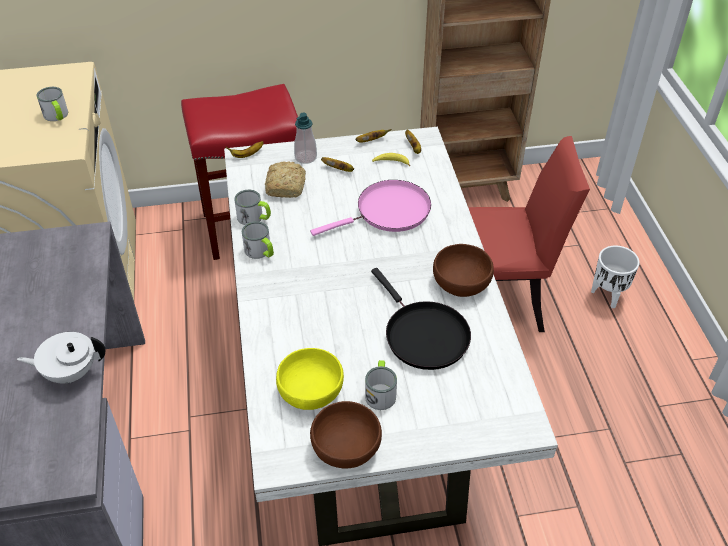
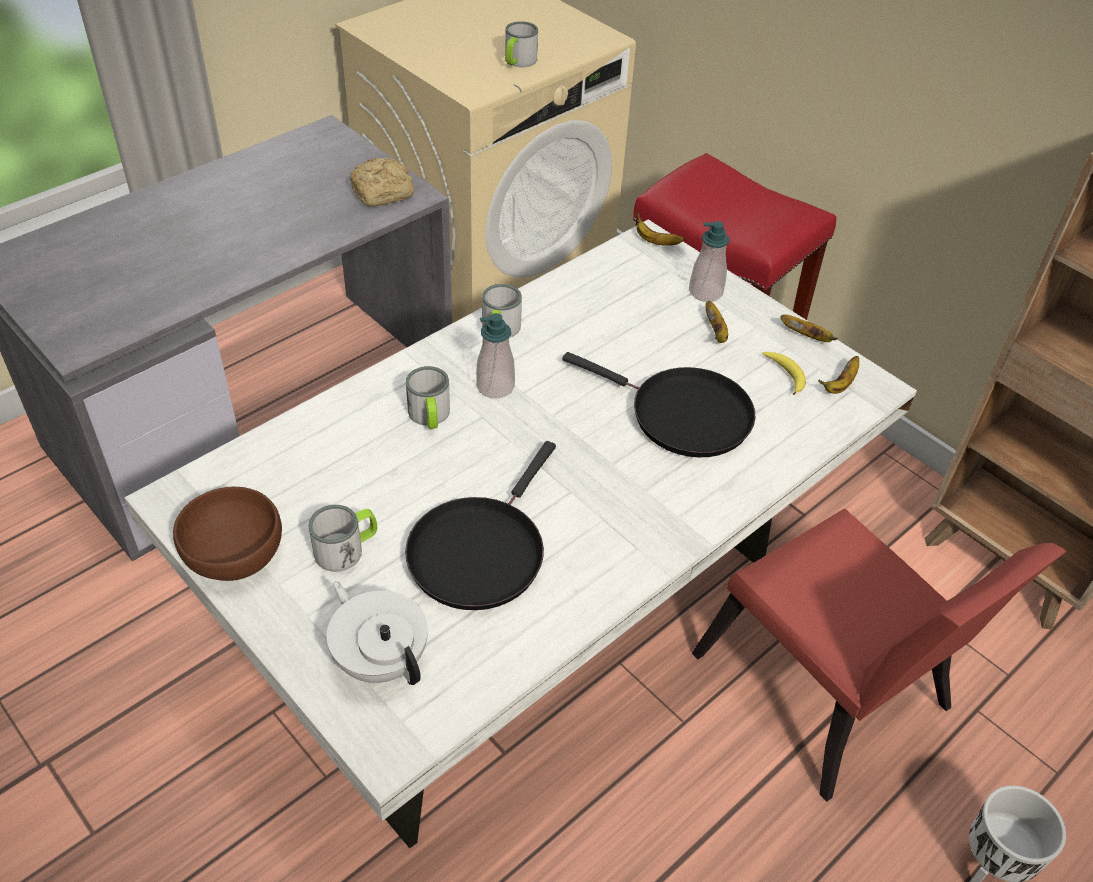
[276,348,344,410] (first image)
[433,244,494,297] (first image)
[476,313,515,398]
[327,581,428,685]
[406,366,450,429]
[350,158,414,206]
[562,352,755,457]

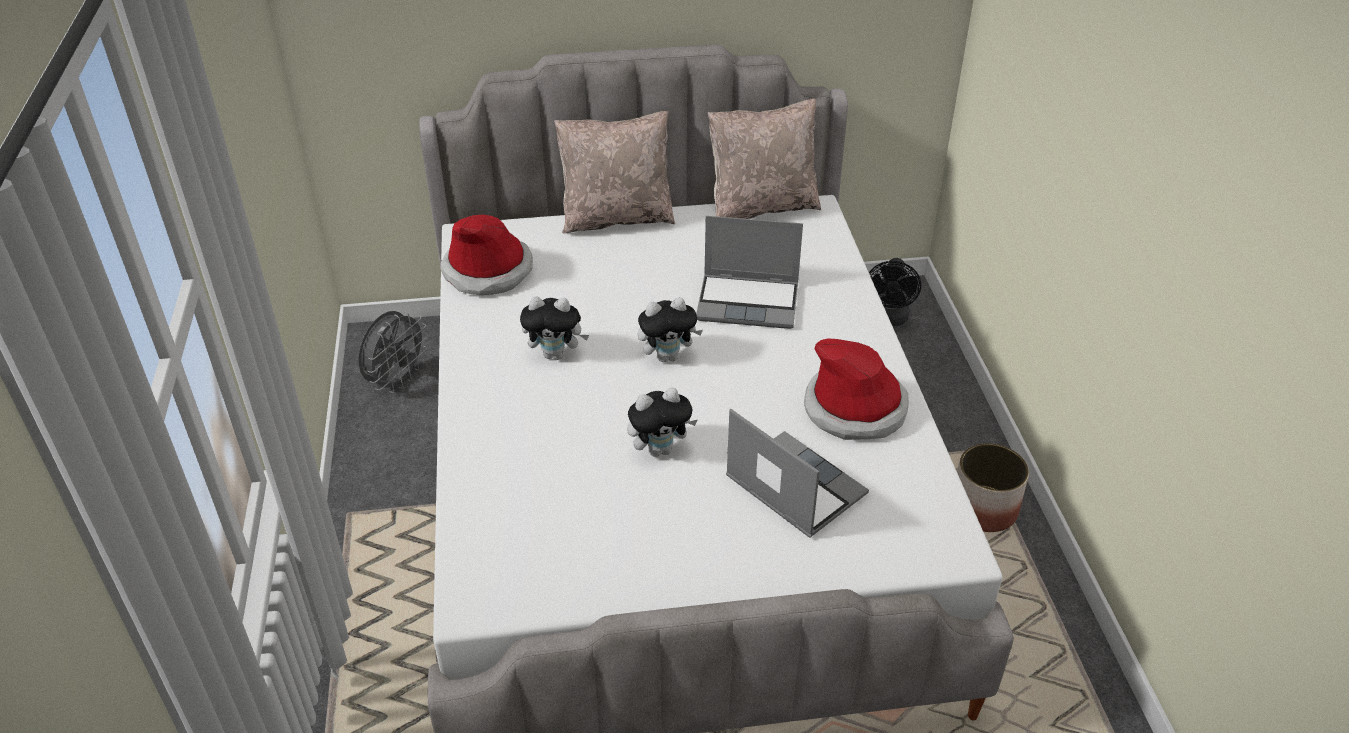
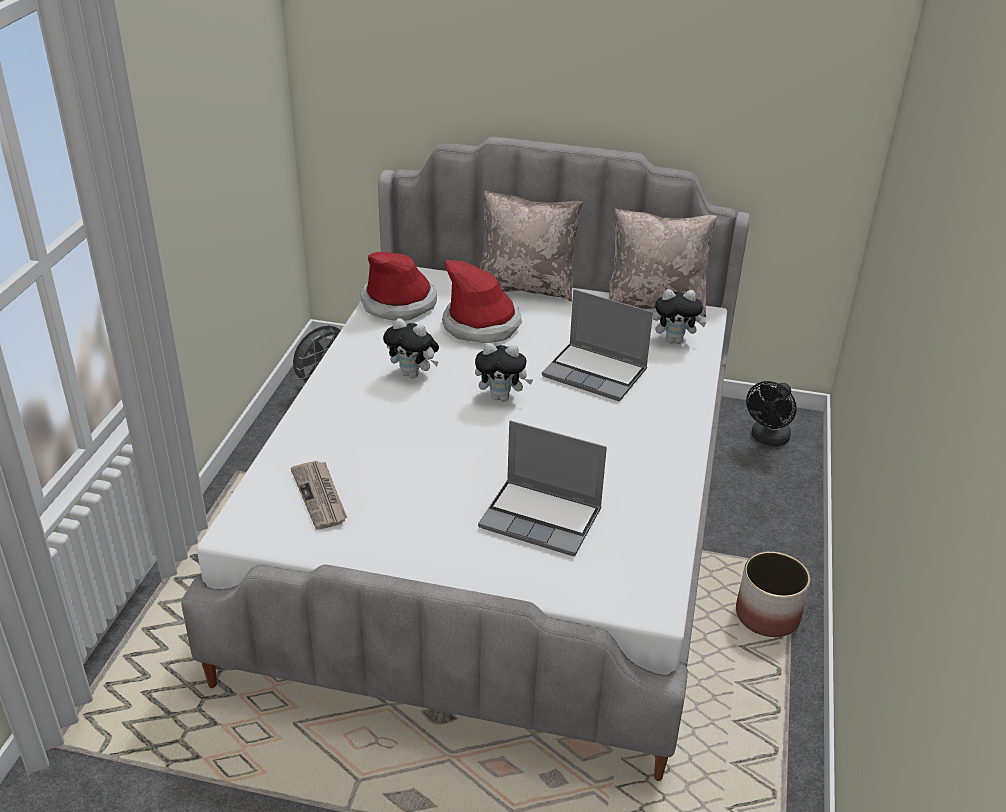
[290,461,347,530]
[653,289,707,344]
[442,260,522,343]
[478,420,607,556]

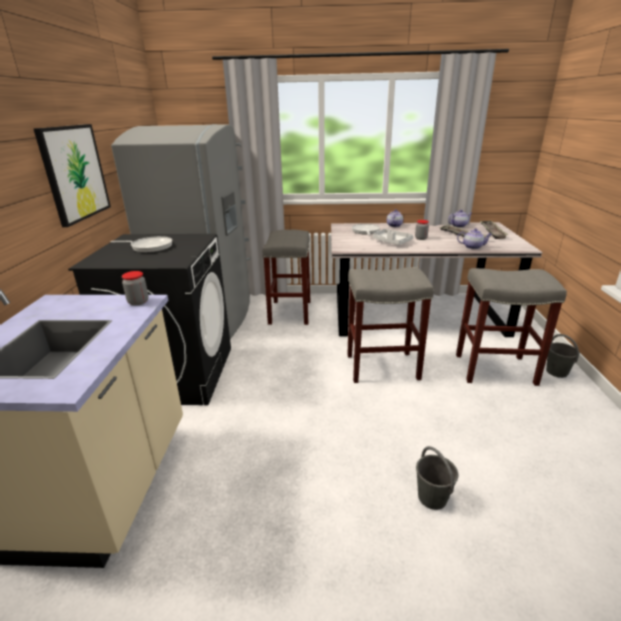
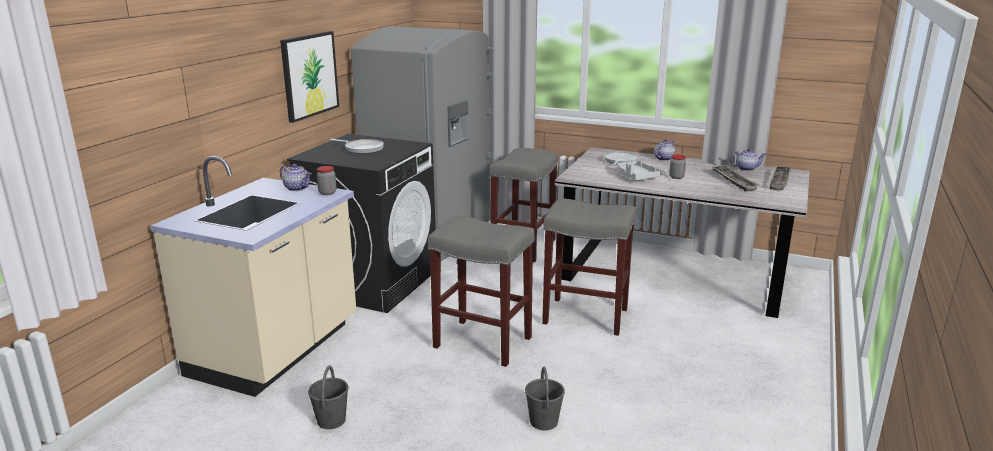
[428,215,535,367]
[280,164,312,191]
[308,366,349,429]

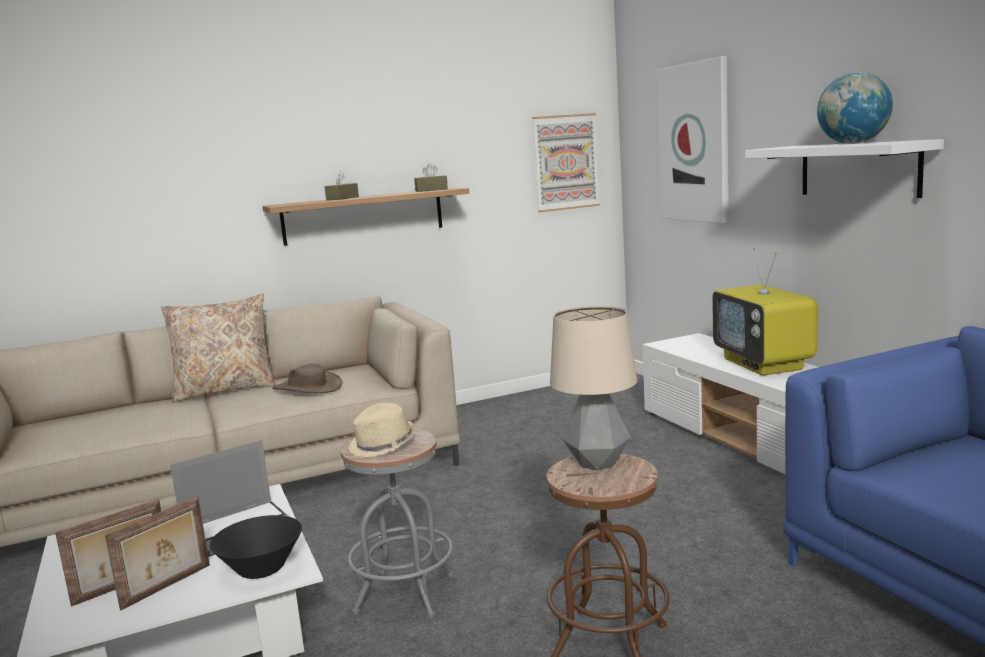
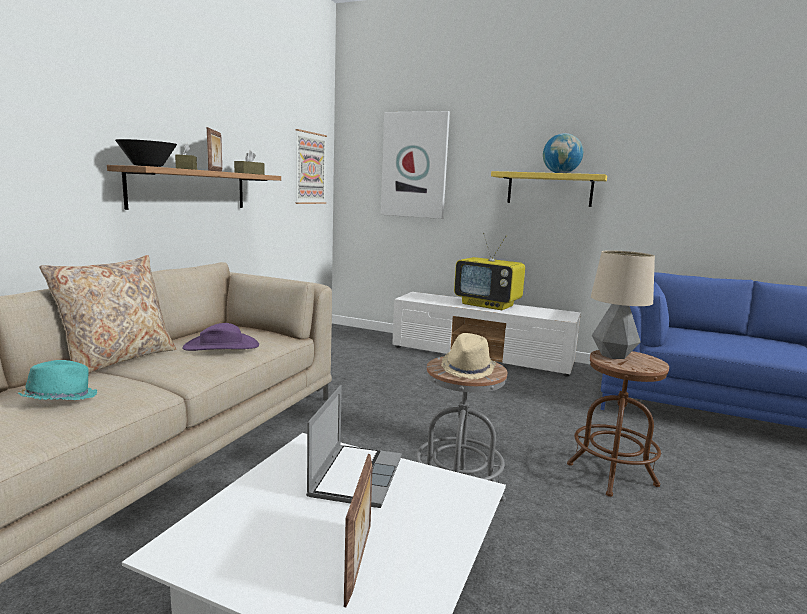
[18,360,97,400]
[207,127,222,172]
[115,139,177,167]
[182,323,259,351]
[491,171,607,207]

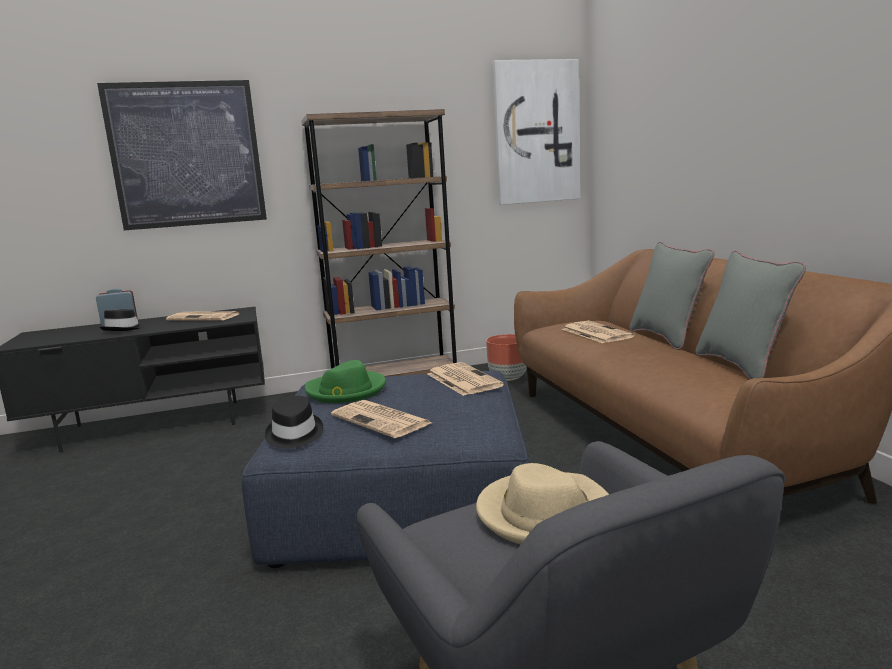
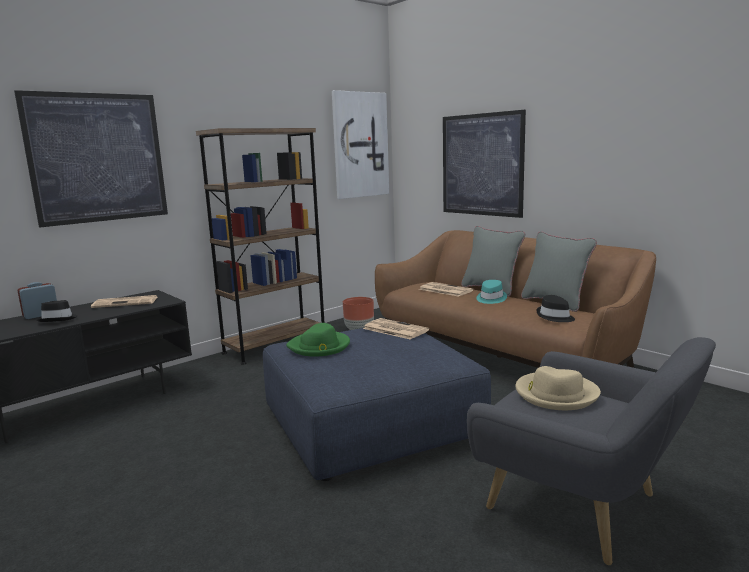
[331,400,432,438] (first image)
[443,110,526,218]
[476,280,507,304]
[536,295,575,322]

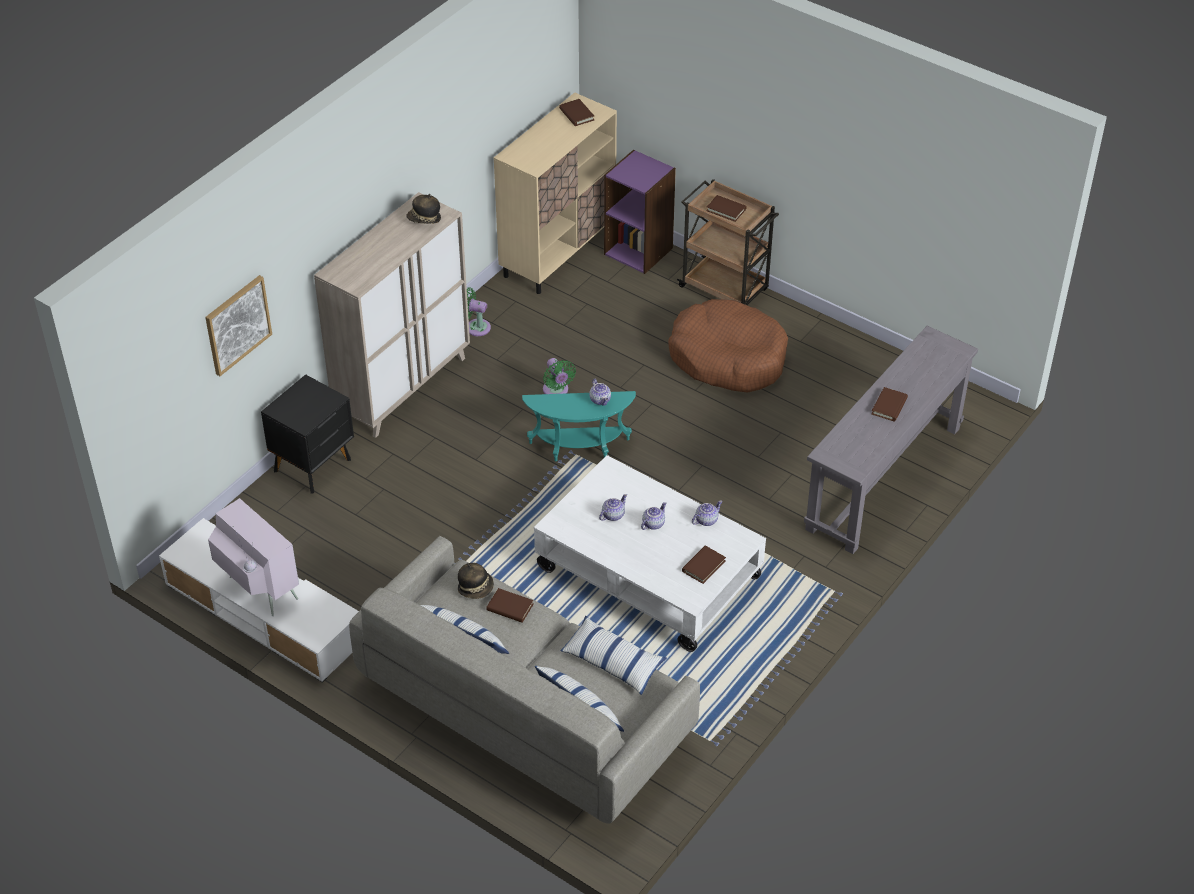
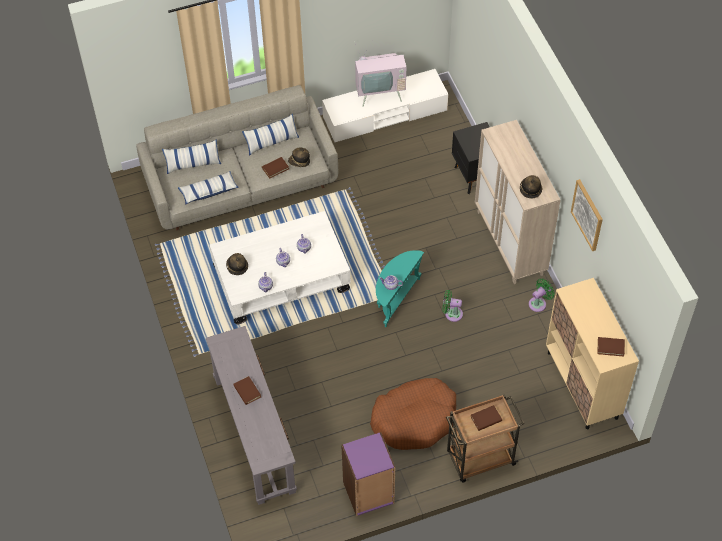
[571,179,603,251]
[341,432,395,516]
[226,253,248,275]

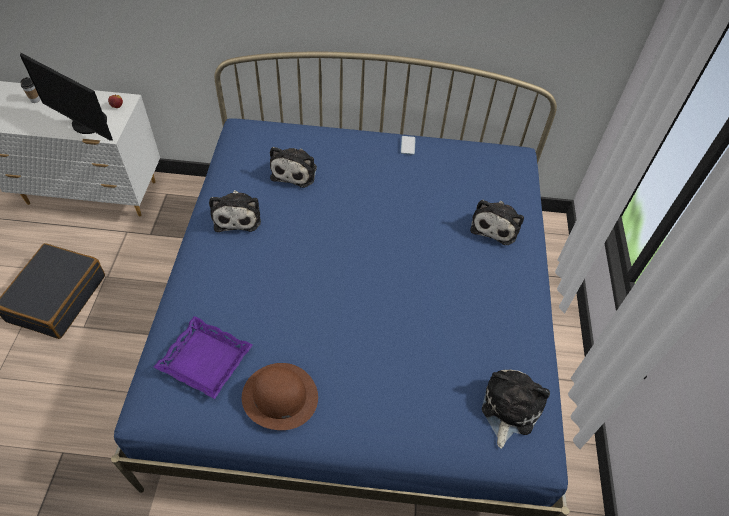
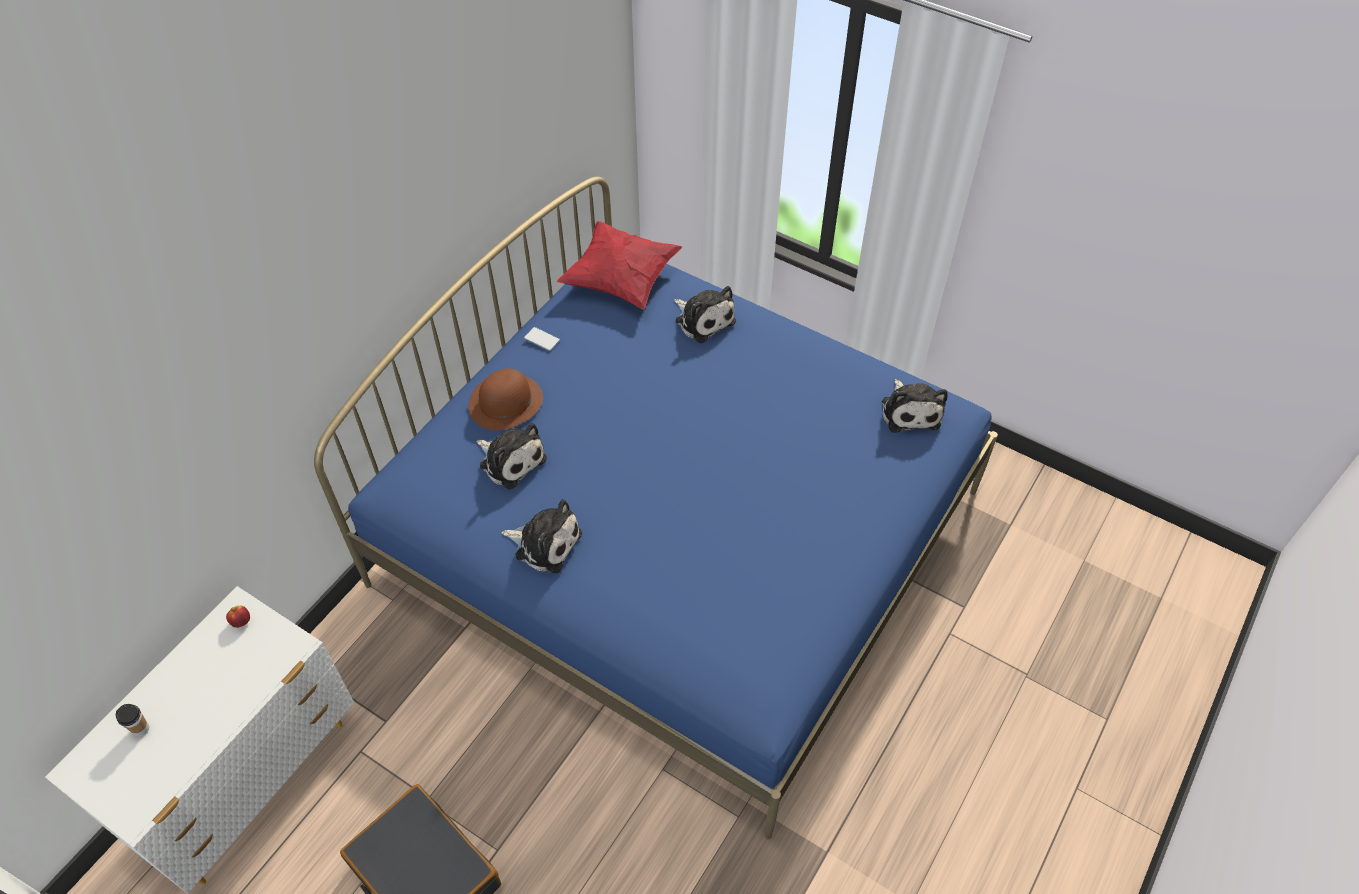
[20,53,113,141] (first image)
[154,316,253,399] (first image)
[557,221,682,309]
[469,369,543,430]
[882,379,948,433]

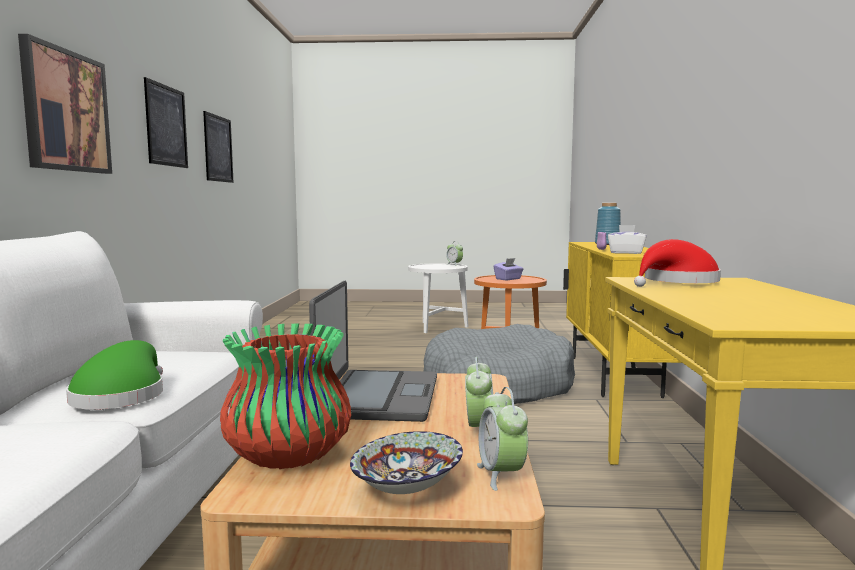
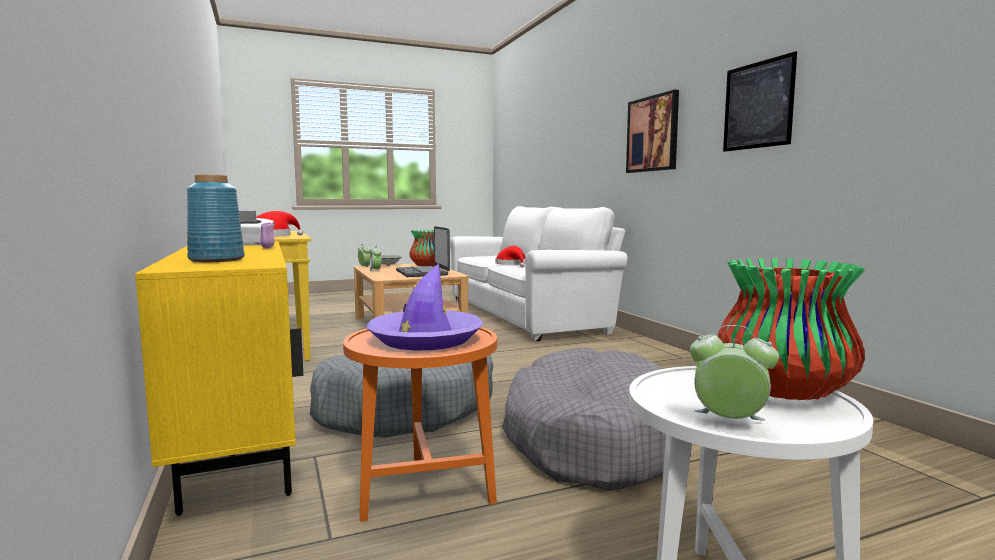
[203,111,234,183] (first image)
[502,347,666,491]
[718,258,865,400]
[367,264,483,350]
[496,246,525,268]

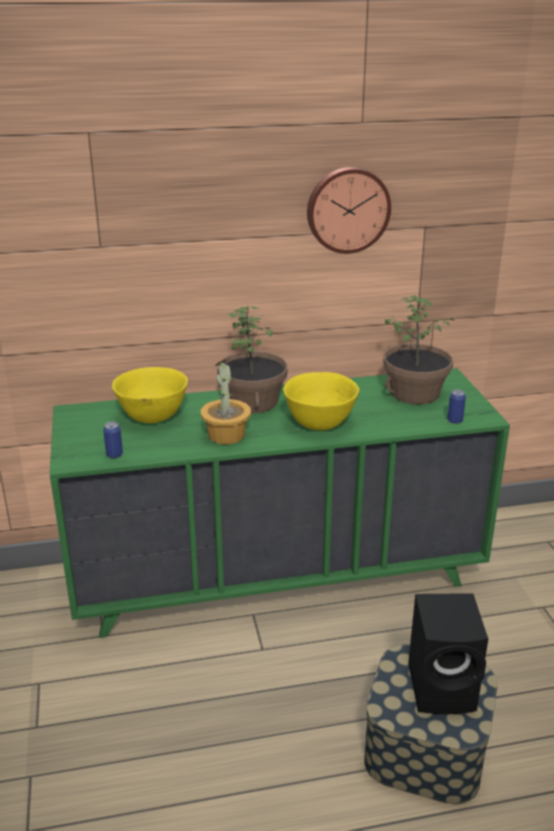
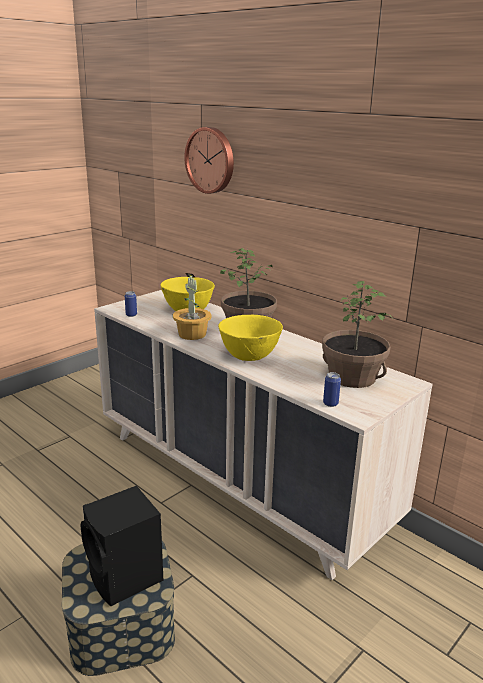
[184,127,234,194]
[94,290,432,580]

